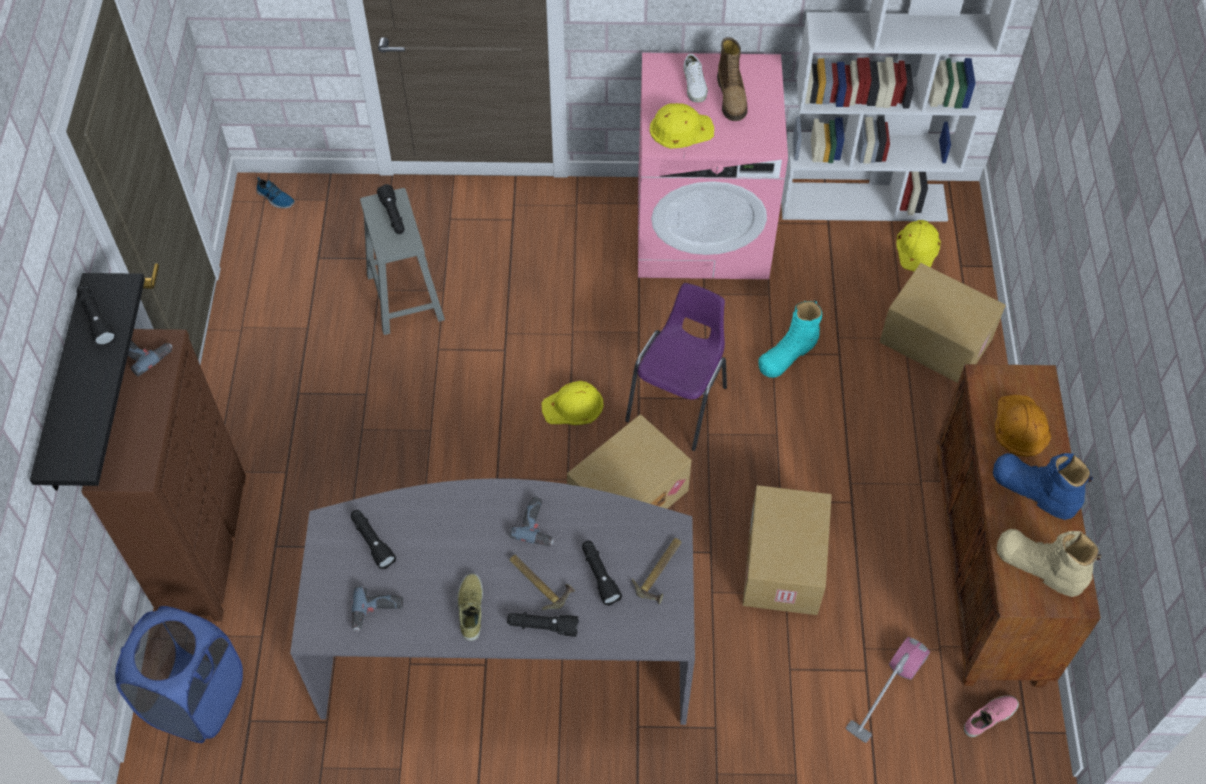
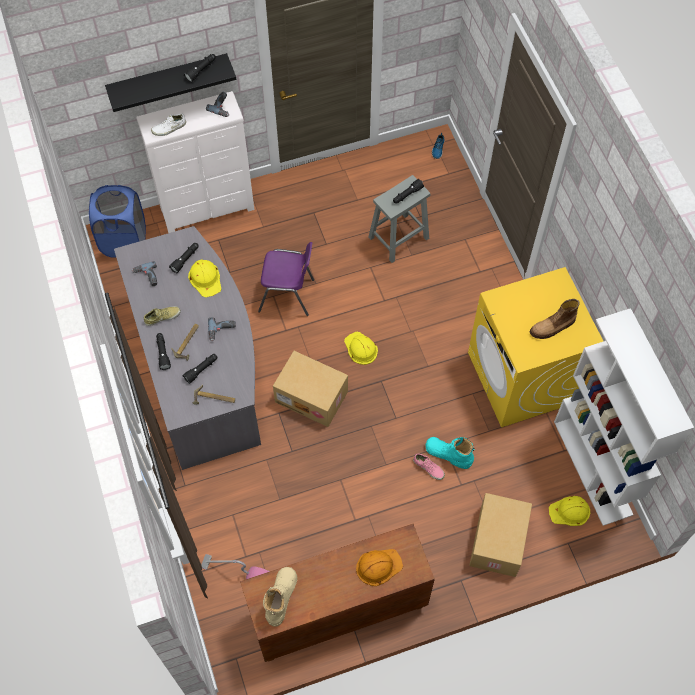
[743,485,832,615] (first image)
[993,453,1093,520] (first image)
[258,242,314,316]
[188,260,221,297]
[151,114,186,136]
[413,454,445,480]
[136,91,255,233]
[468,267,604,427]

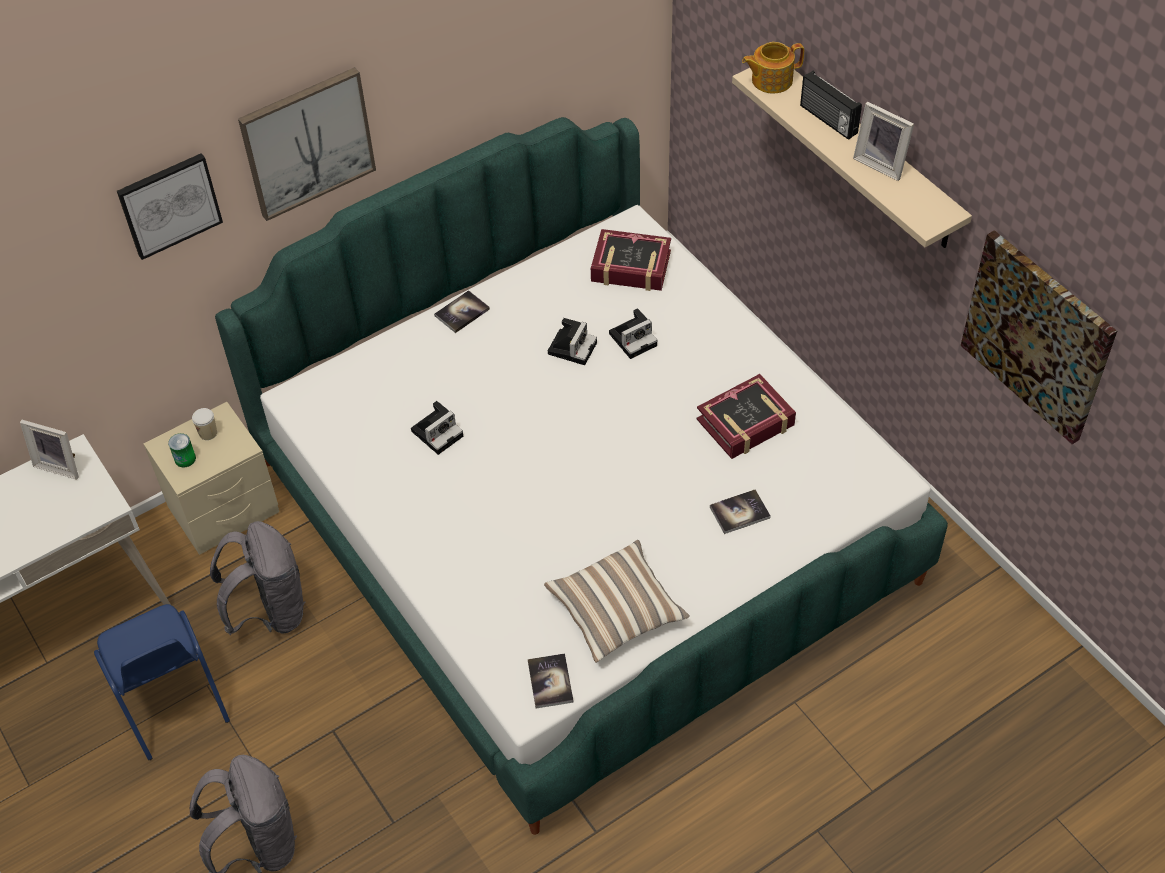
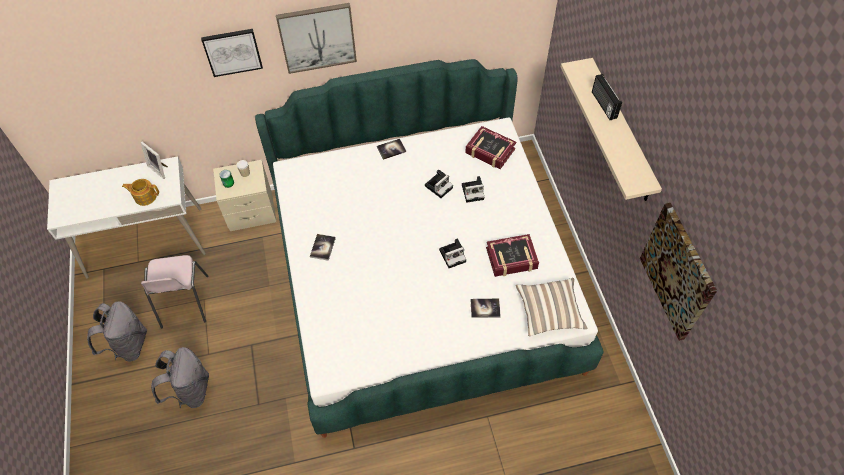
[853,102,914,181] (first image)
[87,301,147,362]
[439,238,466,268]
[310,234,336,261]
[516,278,588,336]
[122,179,159,206]
[141,255,208,328]

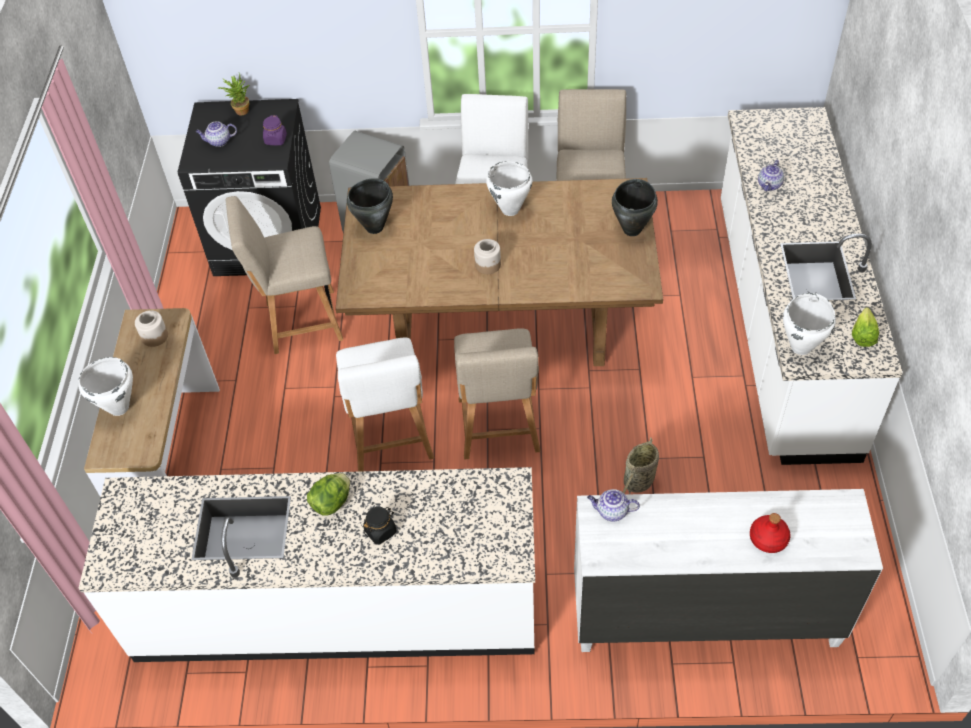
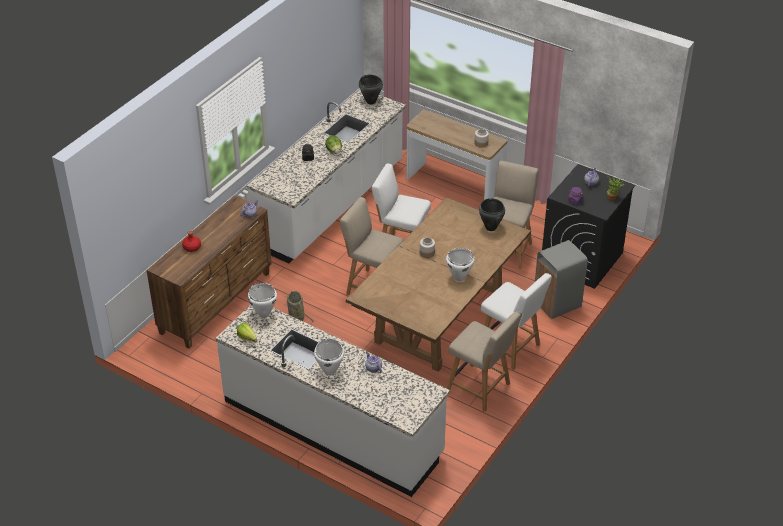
[314,338,344,376]
[359,75,383,104]
[146,195,272,349]

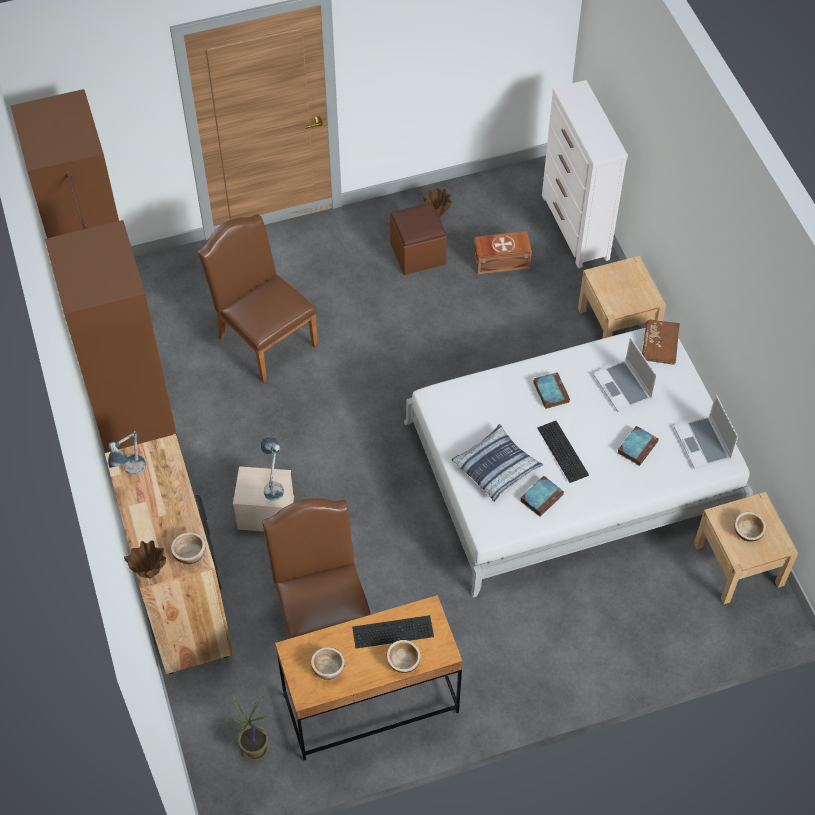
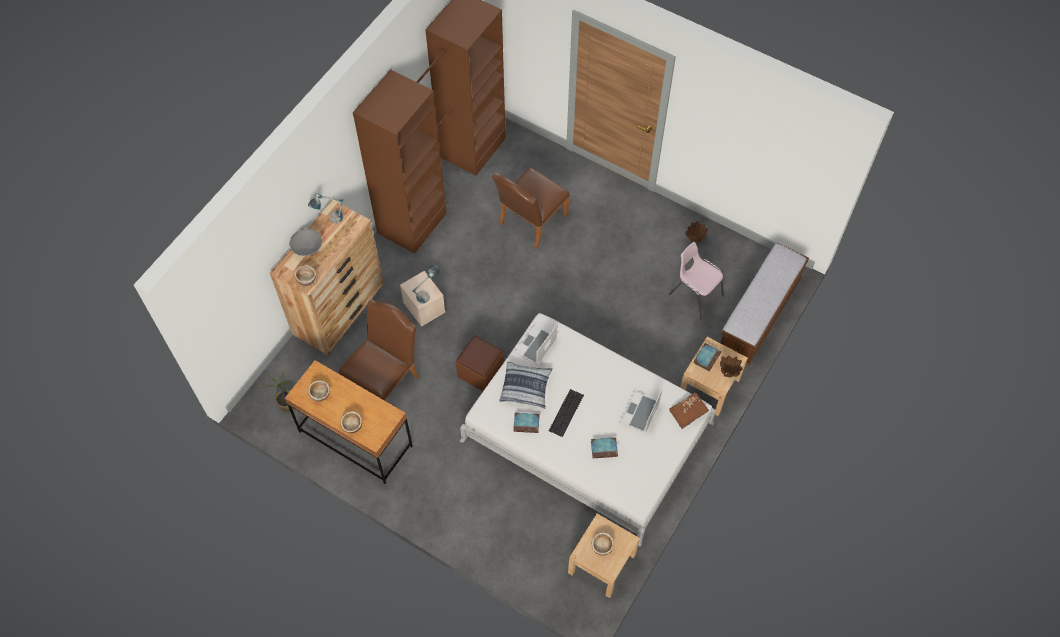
[352,615,434,648] (first image)
[289,229,322,256]
[720,356,743,378]
[456,335,504,391]
[694,343,721,371]
[514,324,557,365]
[669,242,724,320]
[721,242,809,366]
[492,167,570,249]

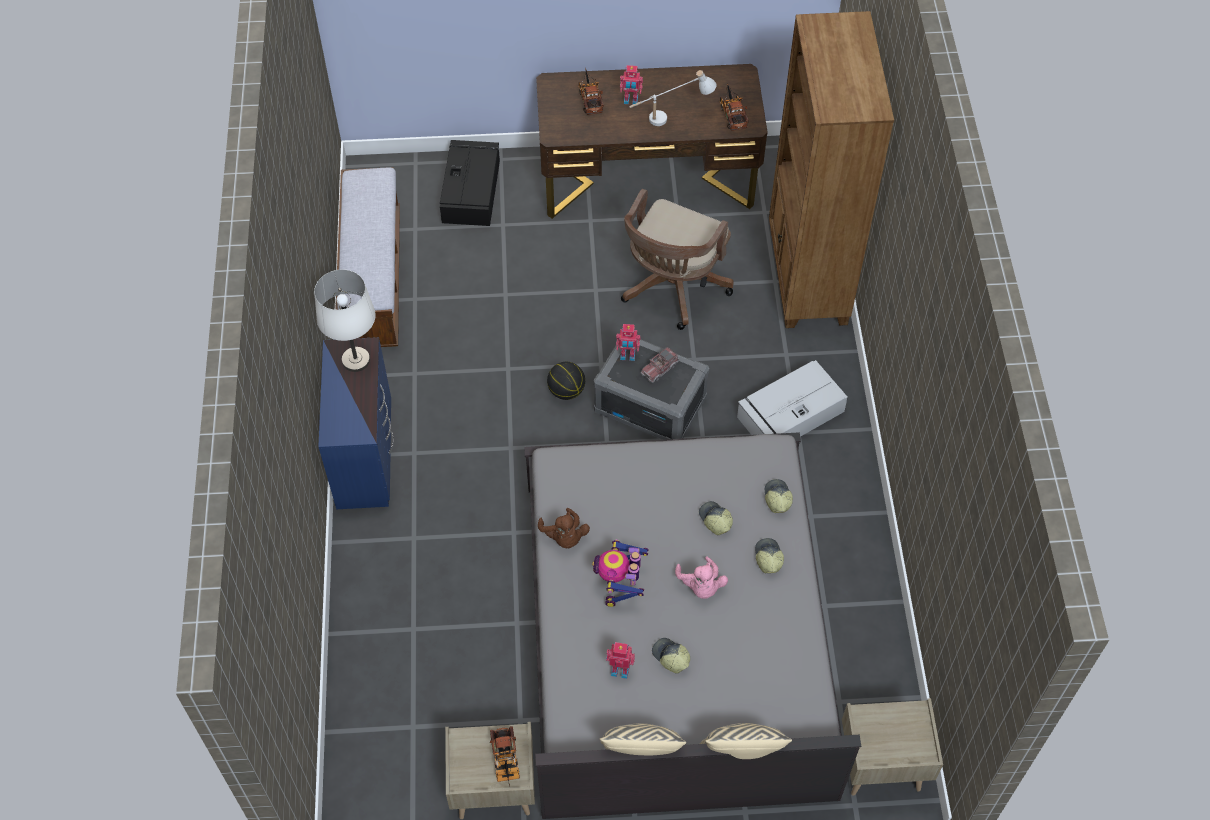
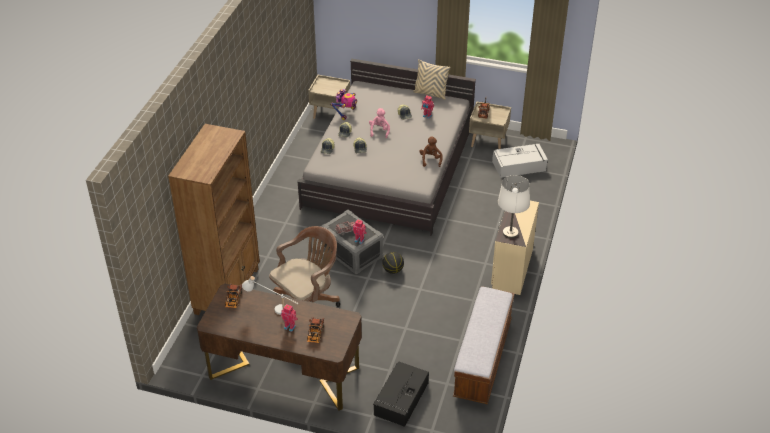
[700,723,792,759] (first image)
[330,89,357,120]
[492,144,548,178]
[491,201,539,295]

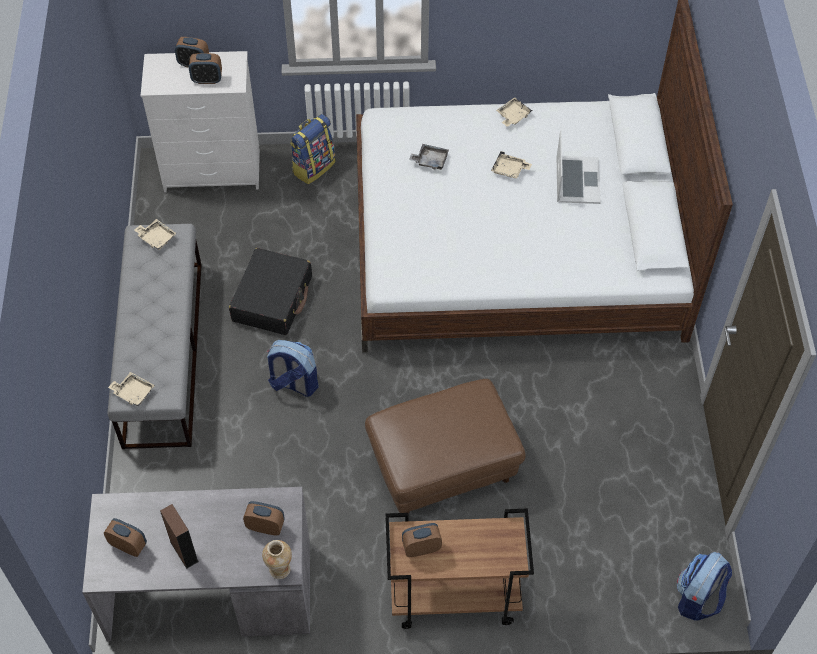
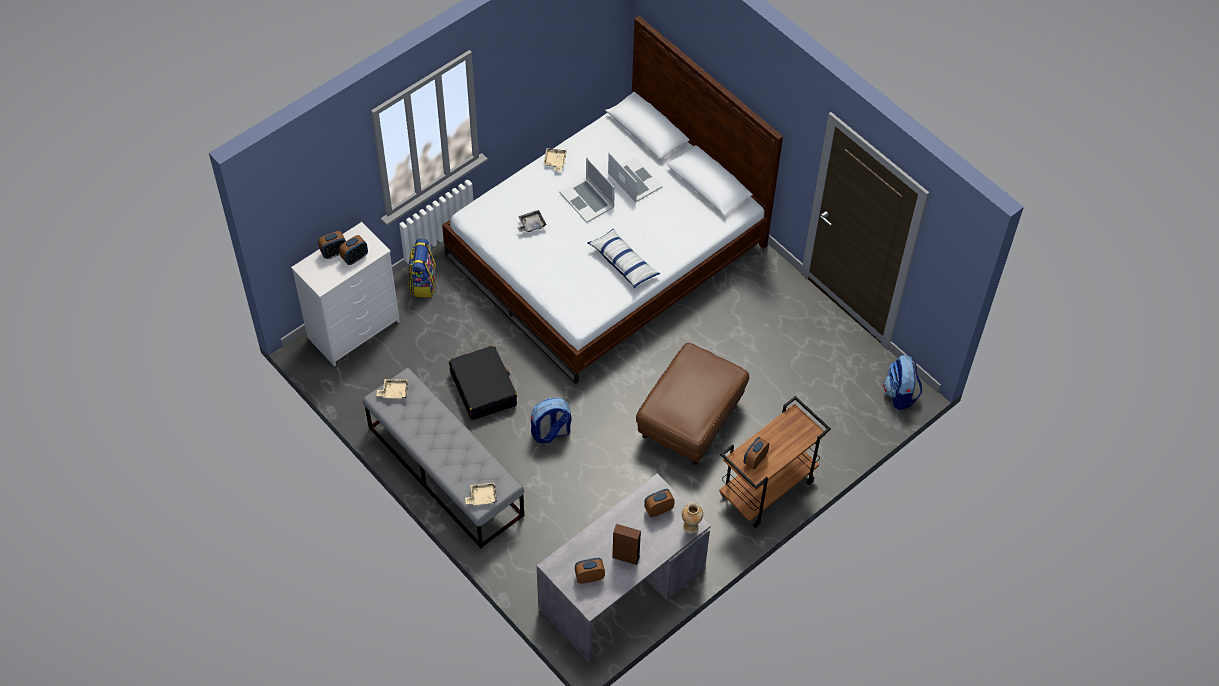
[587,229,660,288]
[560,157,615,223]

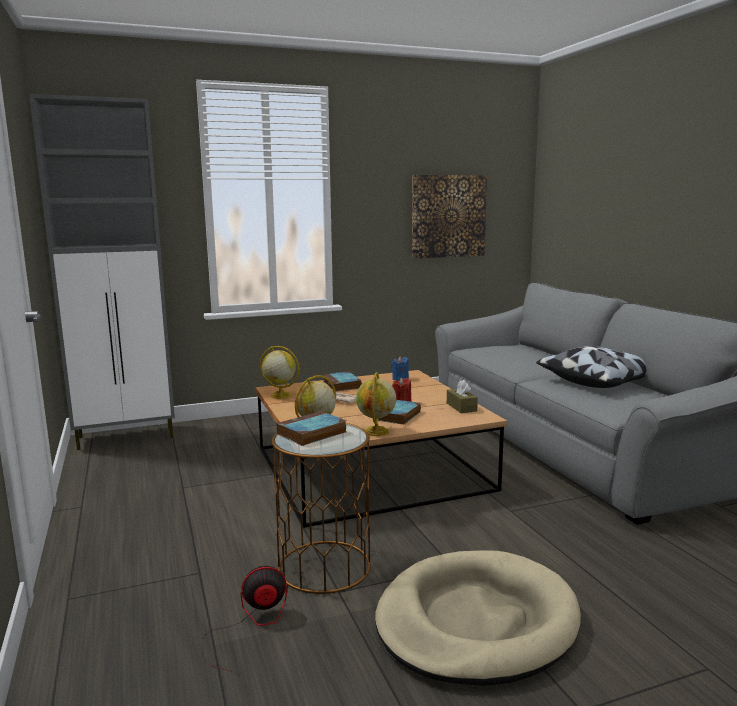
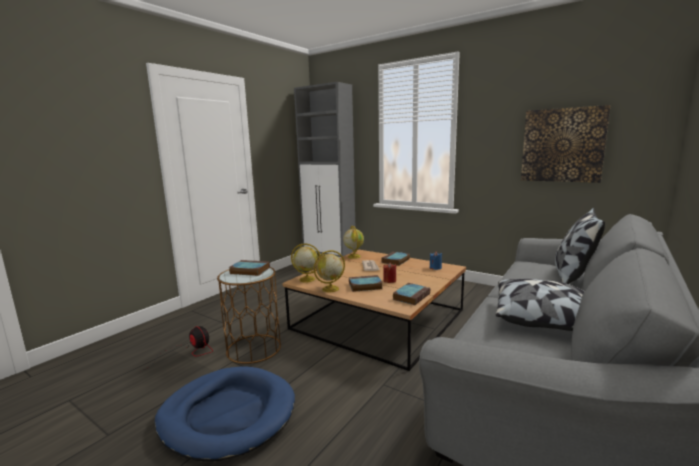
[555,208,605,284]
[393,283,430,305]
[155,366,295,462]

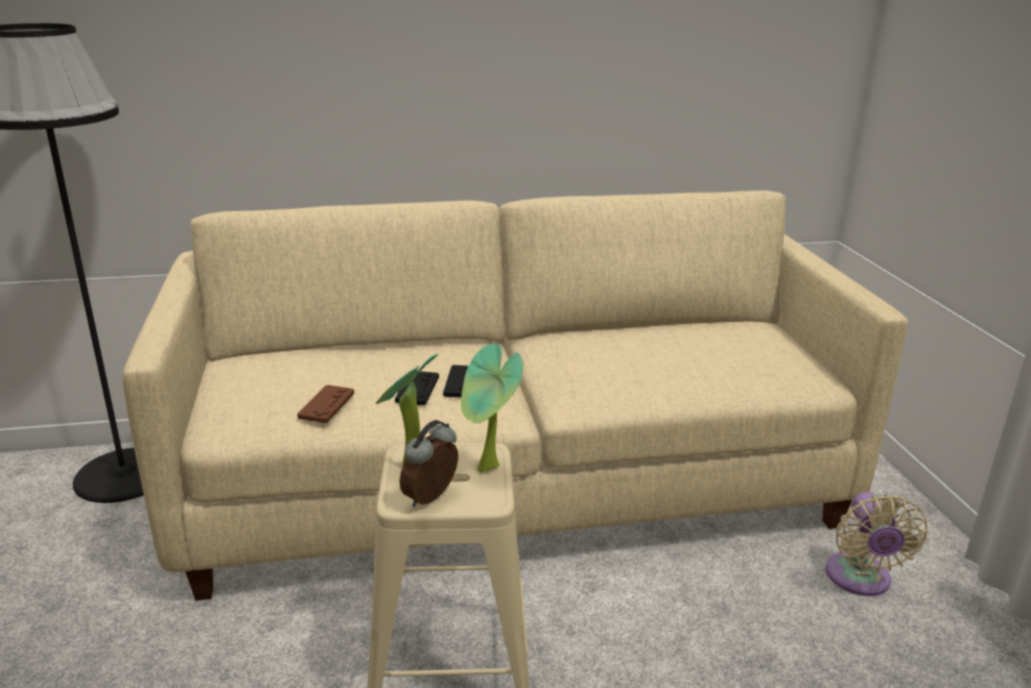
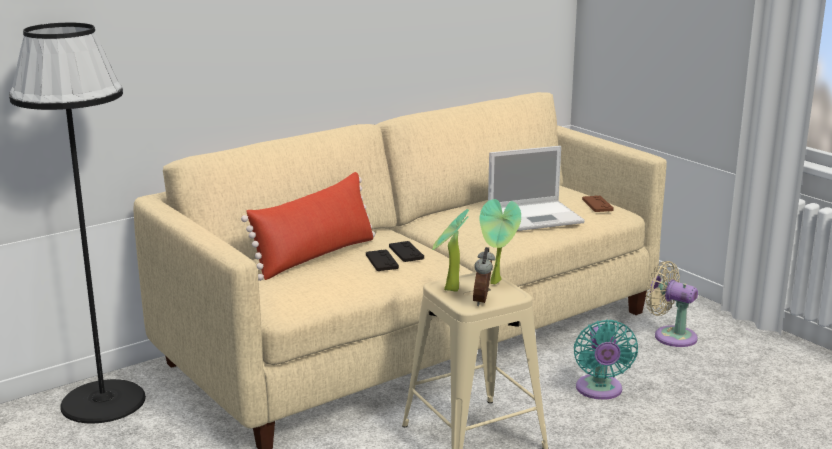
[241,172,375,281]
[488,146,585,231]
[574,319,638,400]
[582,195,614,212]
[646,261,698,347]

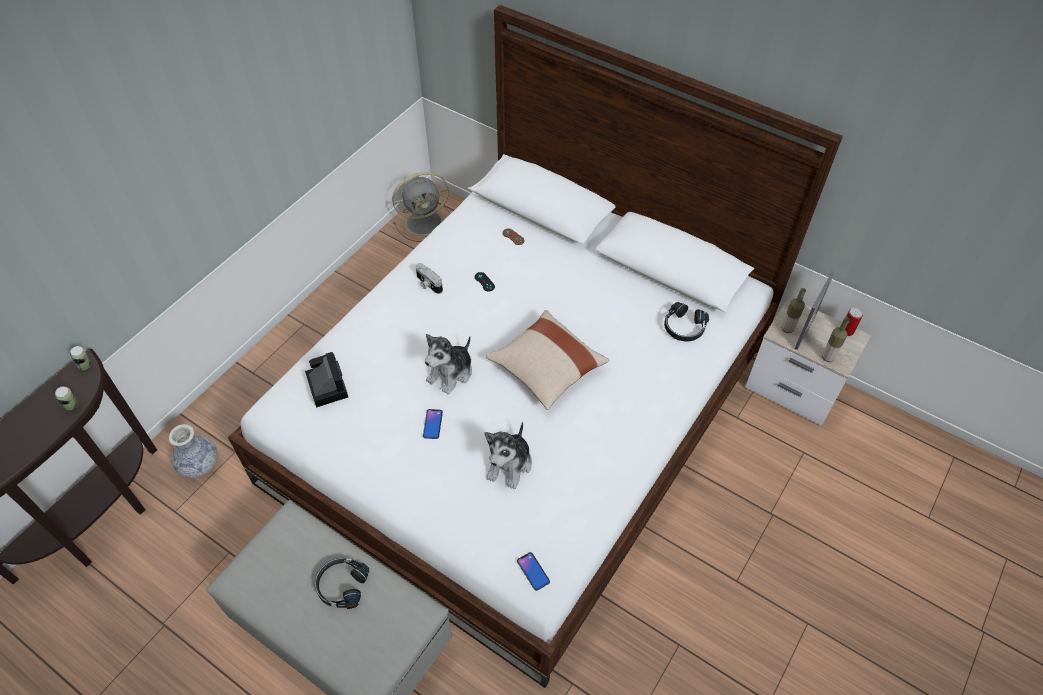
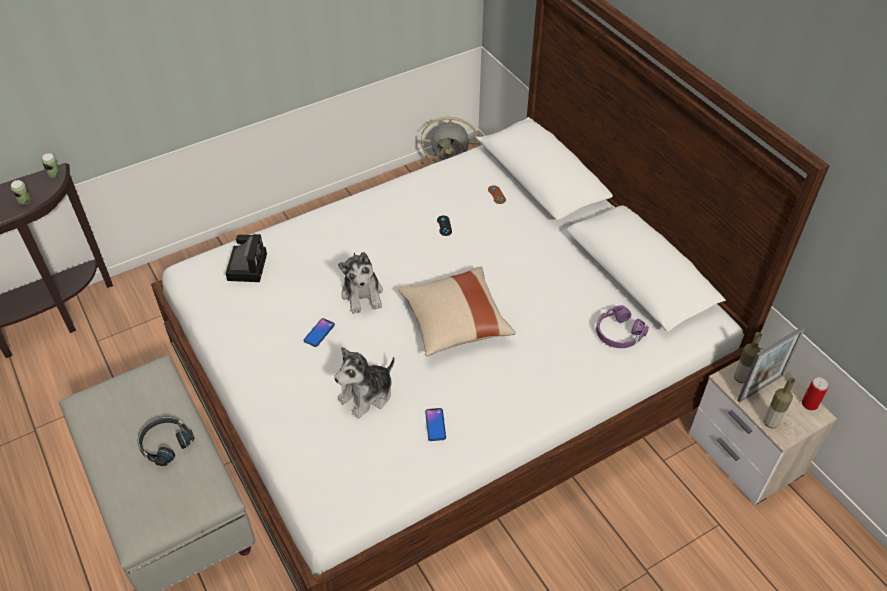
[169,424,218,478] (first image)
[415,263,443,294] (first image)
[425,408,446,441]
[596,305,649,348]
[338,252,383,314]

